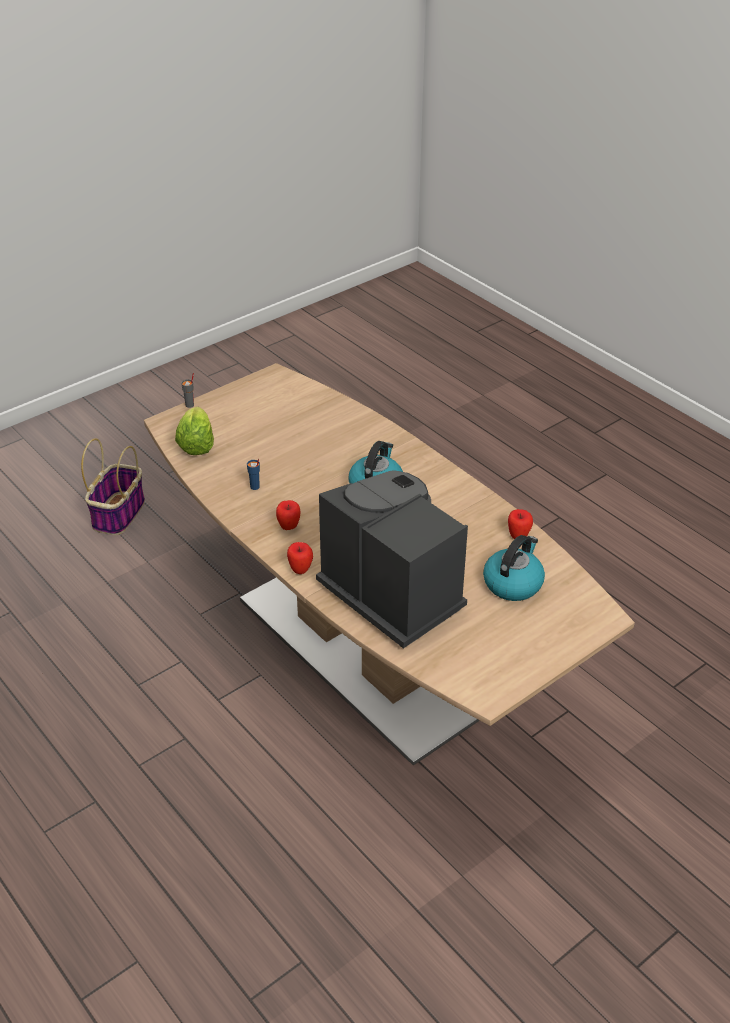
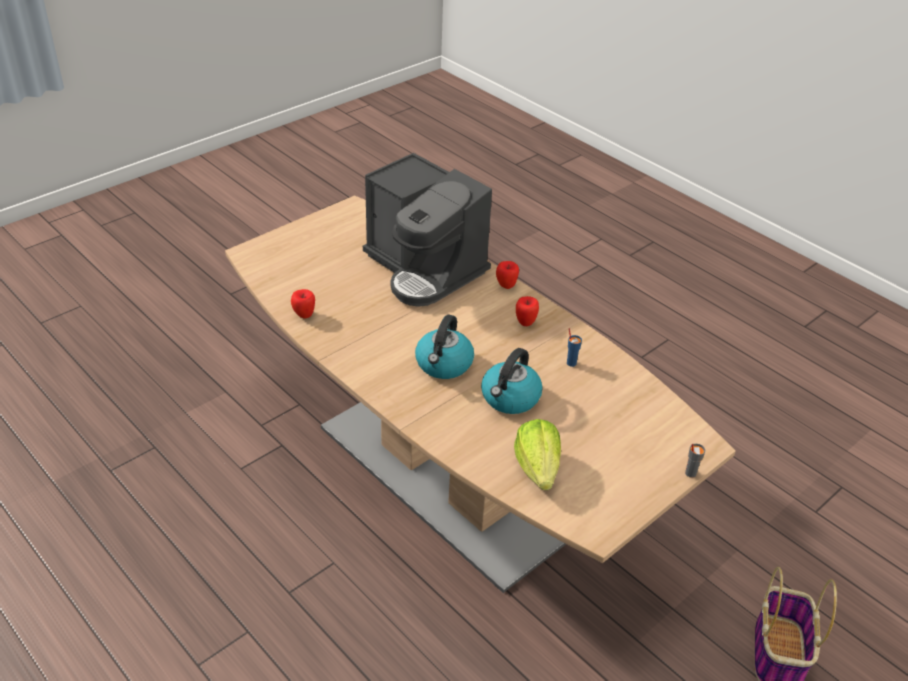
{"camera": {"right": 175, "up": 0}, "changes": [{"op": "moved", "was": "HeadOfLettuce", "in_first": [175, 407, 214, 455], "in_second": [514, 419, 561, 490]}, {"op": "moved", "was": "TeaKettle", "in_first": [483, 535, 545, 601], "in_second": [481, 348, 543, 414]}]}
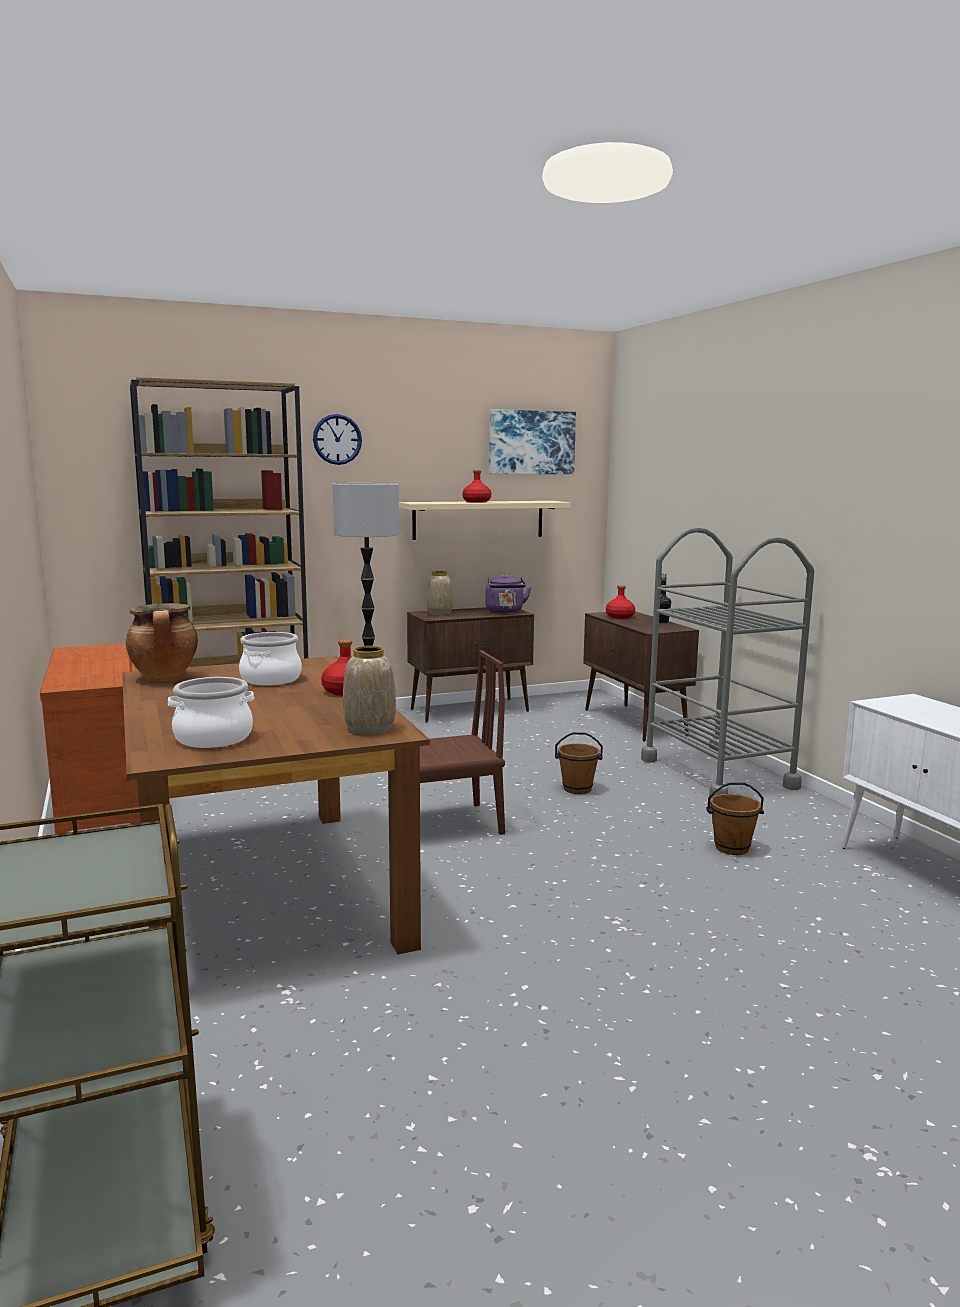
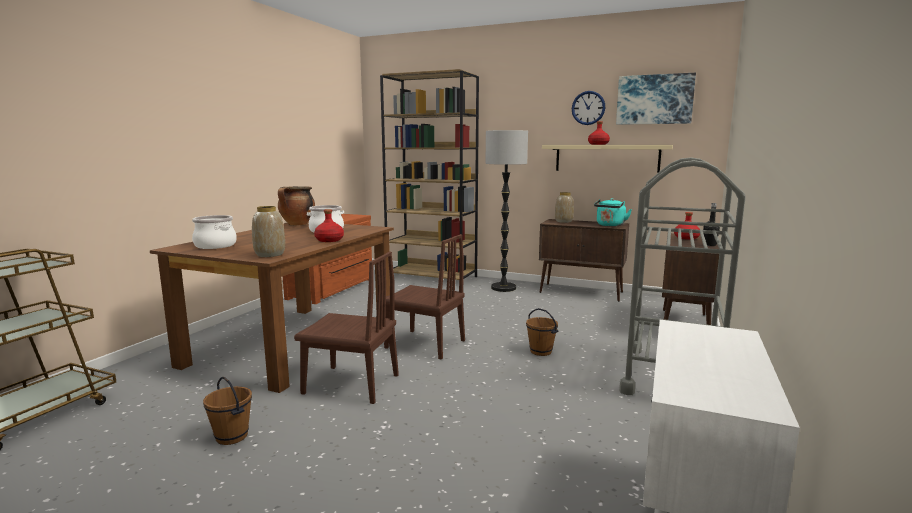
{"camera": {"right": 45, "up": 0}, "changes": [{"op": "moved", "was": "HangingClock", "in_first": [313, 414, 362, 465], "in_second": [572, 91, 606, 125]}, {"op": "recoloured", "was": "PurpleColouredTeaKettle", "now": "TurquoiseColouredTeaKettle", "in_first": [485, 575, 531, 613], "in_second": [594, 198, 632, 226]}, {"op": "moved", "was": "BrownColouredBucket", "in_first": [706, 782, 764, 855], "in_second": [203, 377, 252, 445]}, {"op": "added", "now": "BrownColouredUprightChair", "in_second": [294, 251, 399, 404]}]}
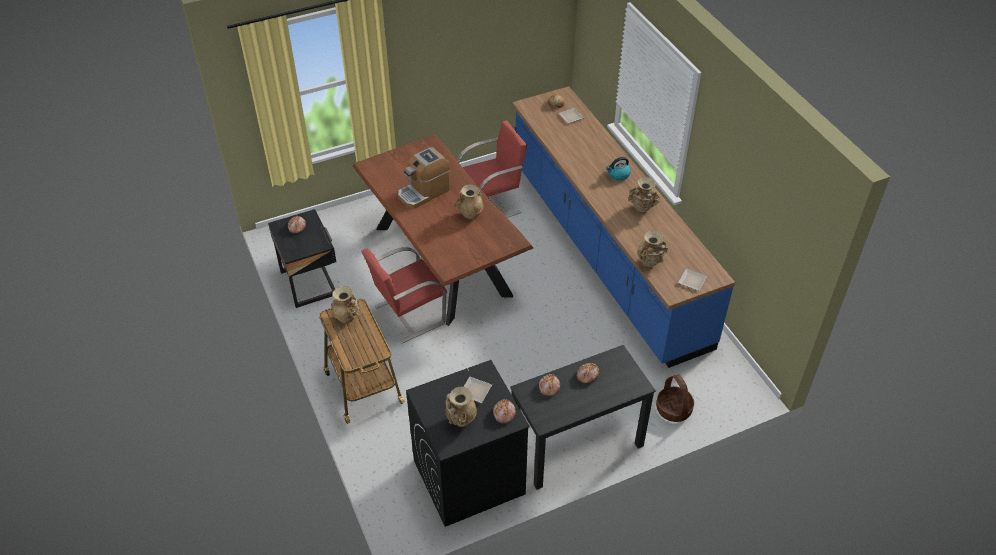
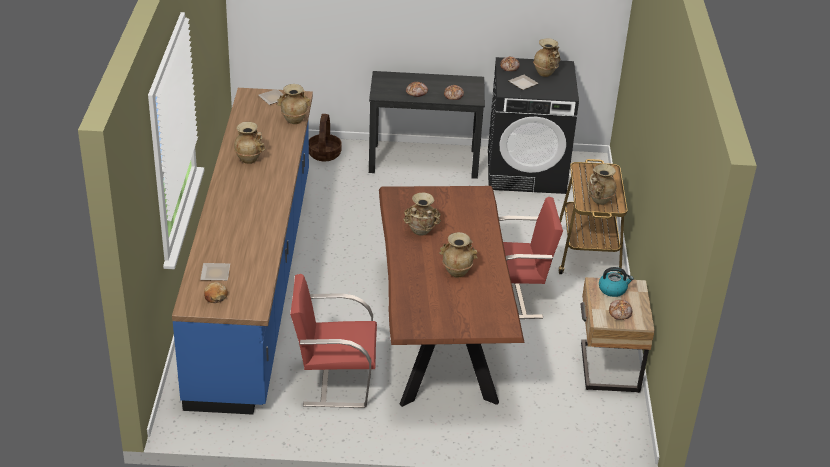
{"camera": {"right": -155, "up": -10}, "changes": [{"op": "replaced", "was": "CoffeeMaker", "now": "BeigeFlowerVase", "in_first": [398, 147, 450, 209], "in_second": [439, 232, 477, 278]}, {"op": "moved", "was": "TeaKettle", "in_first": [606, 157, 631, 181], "in_second": [599, 267, 634, 297]}, {"op": "recoloured", "was": "BlackColouredNightstand", "now": "BeigeNightstand", "in_first": [268, 209, 336, 308], "in_second": [581, 277, 655, 393]}]}
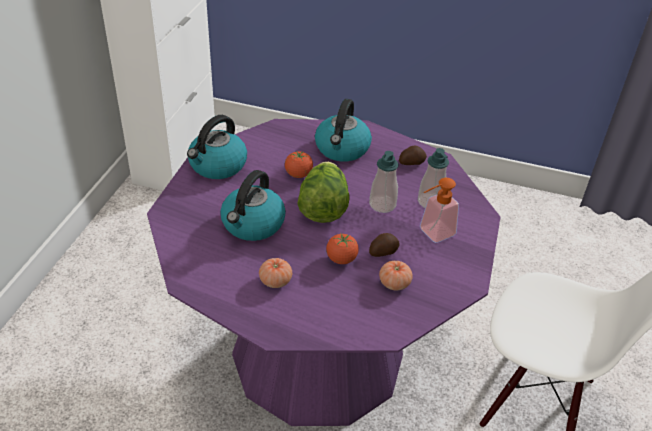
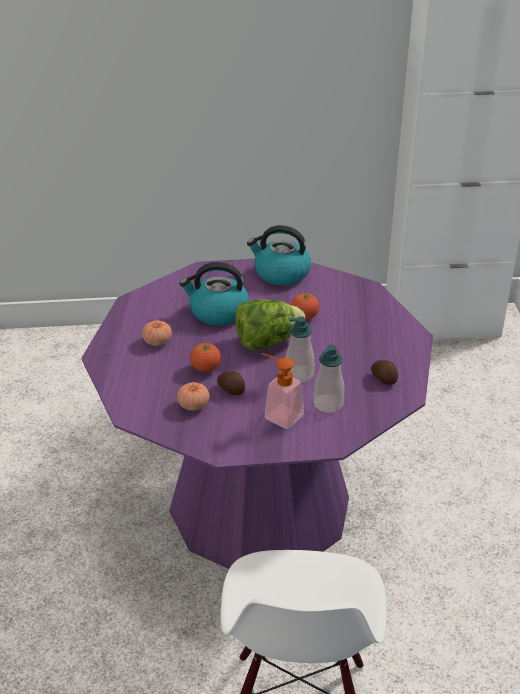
{"camera": {"right": 70, "up": -5}, "changes": [{"op": "removed", "was": "TeaKettle", "in_first": [315, 99, 372, 162]}]}
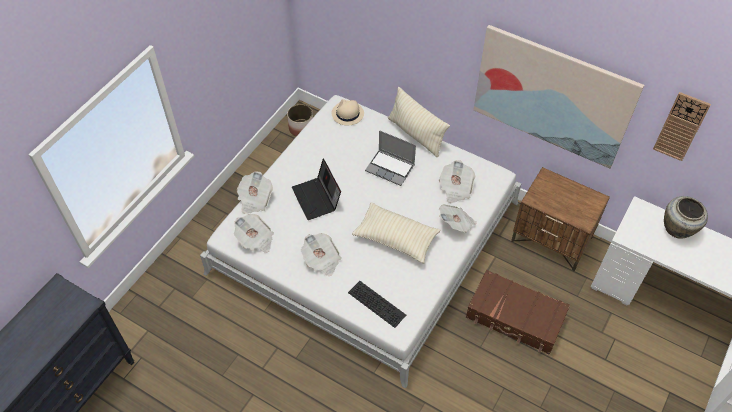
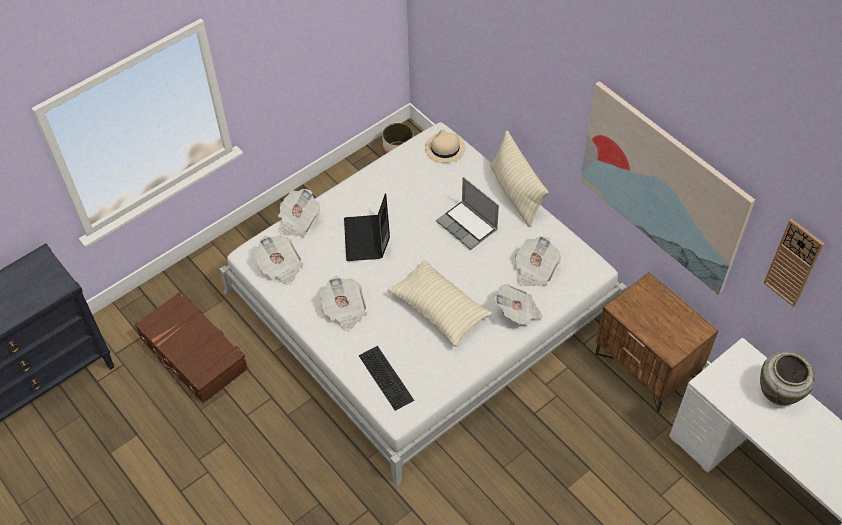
{"camera": {"right": 20, "up": 0}, "changes": [{"op": "moved", "was": "BrownColouredSuitcase", "in_first": [466, 270, 570, 355], "in_second": [135, 291, 248, 403]}]}
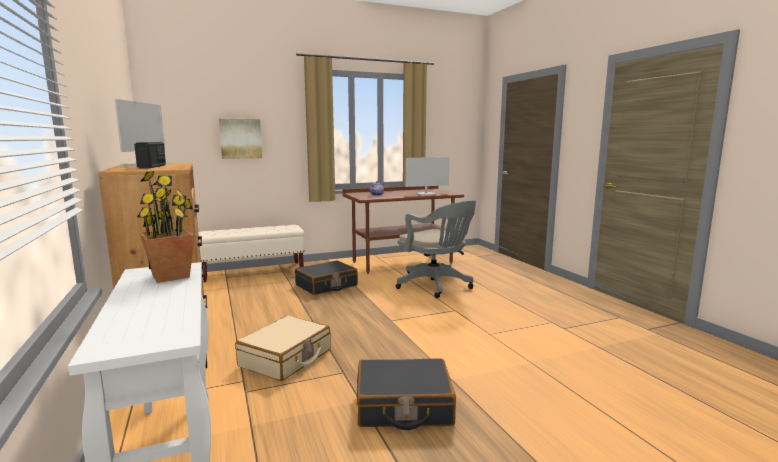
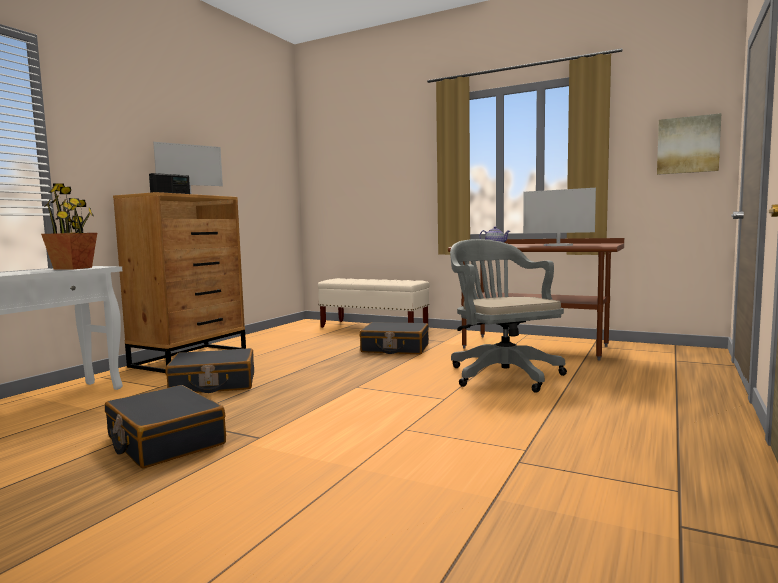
{"camera": {"right": 50, "up": -5}, "changes": [{"op": "moved", "was": "Picture", "in_first": [219, 119, 262, 159], "in_second": [657, 113, 721, 175]}, {"op": "turned", "was": "GreyOfficeChair", "in_first": [396, 200, 476, 298], "in_second": [450, 239, 567, 393], "clockwise": 150}, {"op": "recoloured", "was": "BeigeSuitcase", "now": "BlackColouredSuitcase", "in_first": [235, 316, 331, 381], "in_second": [166, 348, 254, 393]}]}
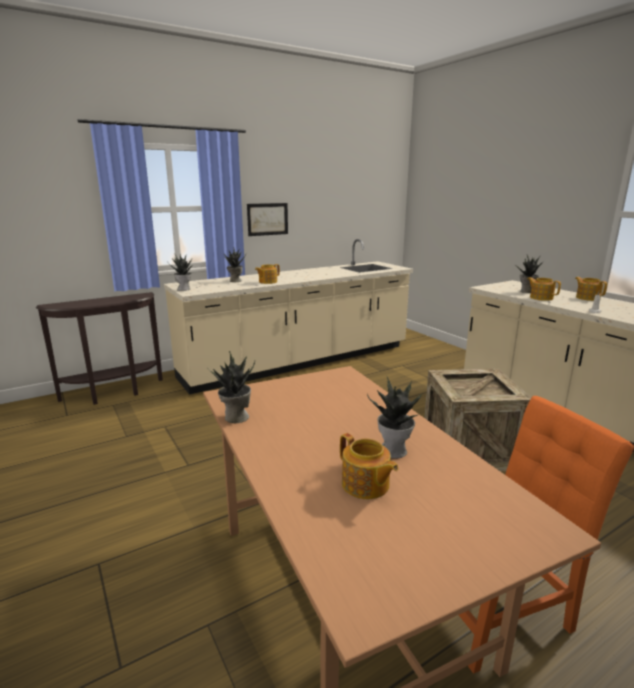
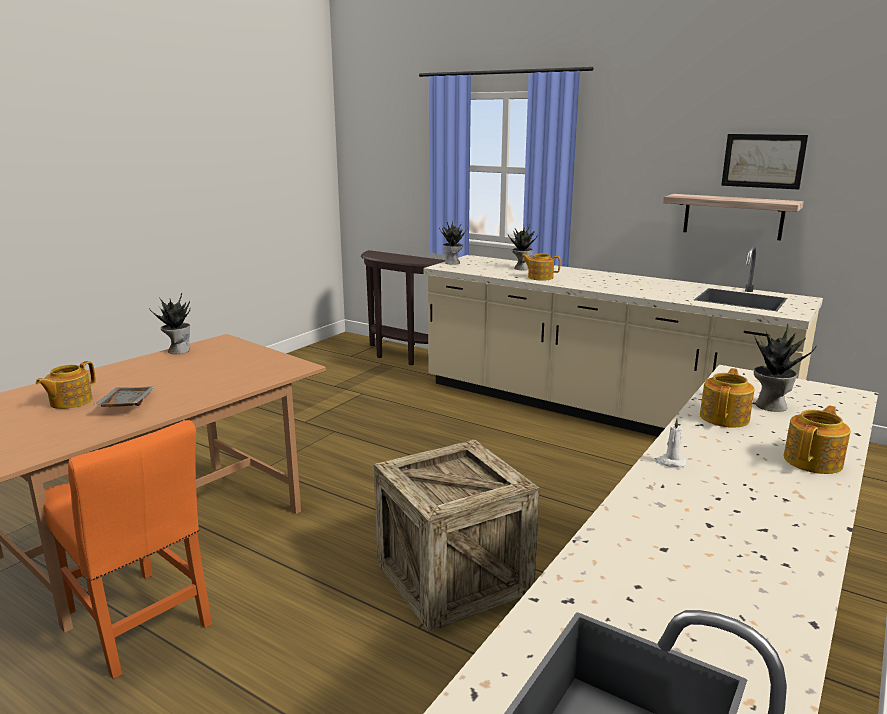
{"camera": {"right": 65, "up": 0}, "changes": [{"op": "moved", "was": "Picture", "in_first": [247, 203, 288, 236], "in_second": [721, 134, 808, 190]}, {"op": "replaced", "was": "PottedPlant", "now": "GreyTray", "in_first": [367, 375, 422, 459], "in_second": [94, 386, 155, 407]}, {"op": "added", "now": "BracketShelf", "in_second": [663, 194, 804, 241]}]}
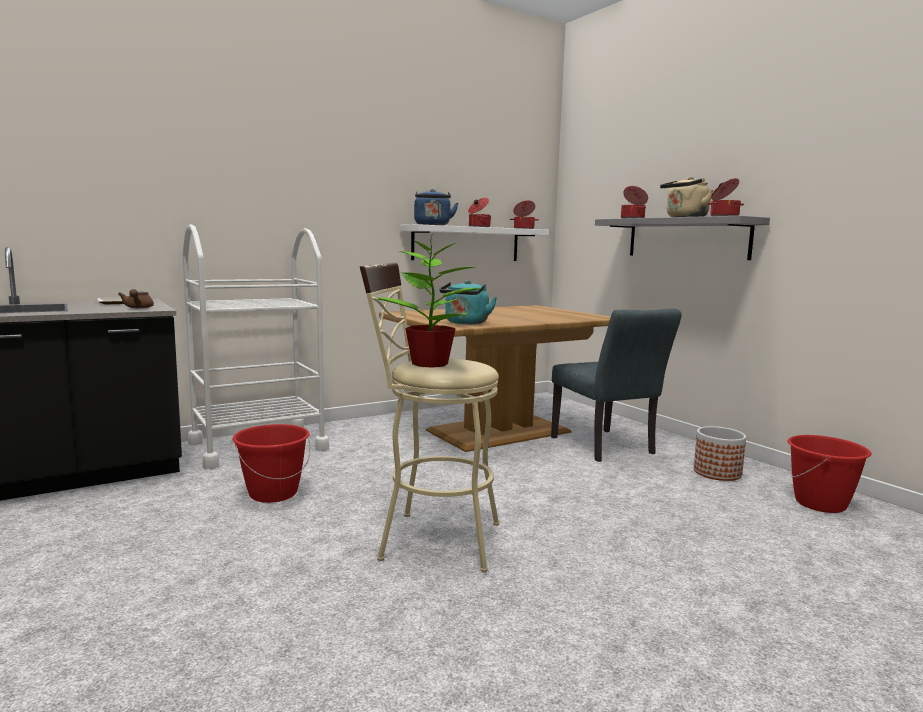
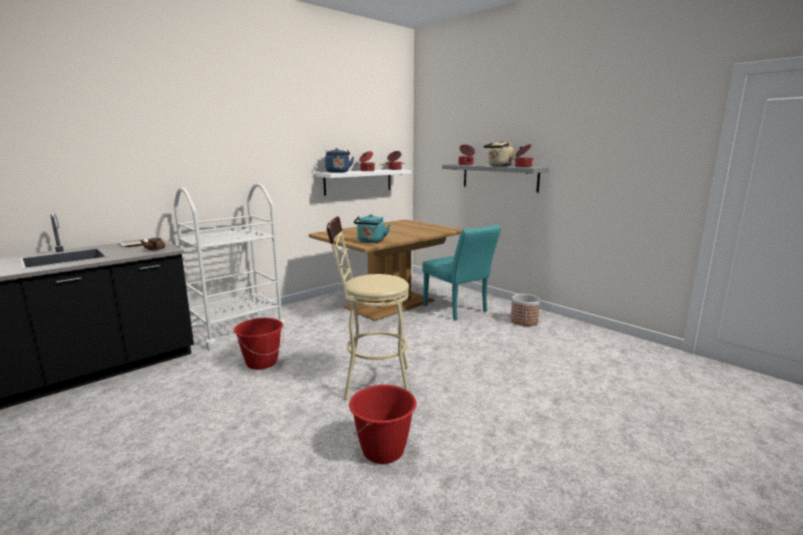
{"camera": {"right": -10, "up": 5}, "changes": [{"op": "removed", "was": "PottedPlant", "in_first": [377, 234, 483, 368]}, {"op": "recoloured", "was": "GreyUprightChair", "now": "TurquoiseColouredUprightChair", "in_first": [551, 308, 682, 462], "in_second": [422, 225, 501, 320]}, {"op": "moved", "was": "ReddishBucket", "in_first": [787, 435, 871, 513], "in_second": [349, 385, 416, 464]}]}
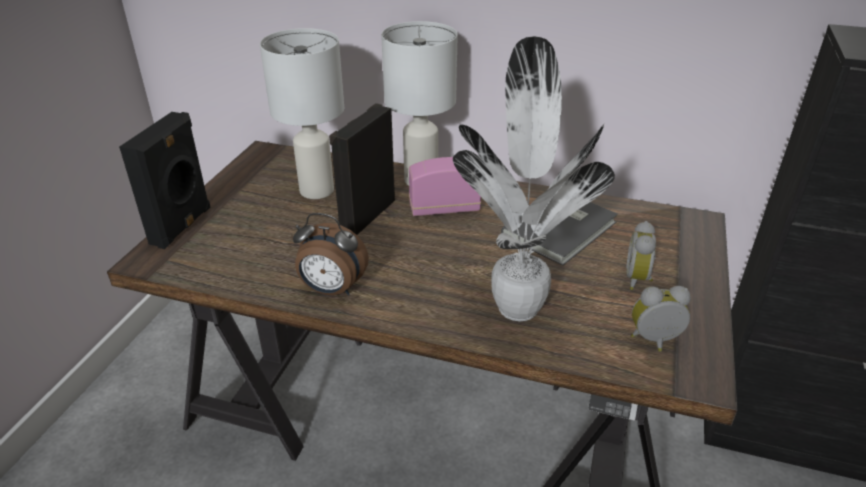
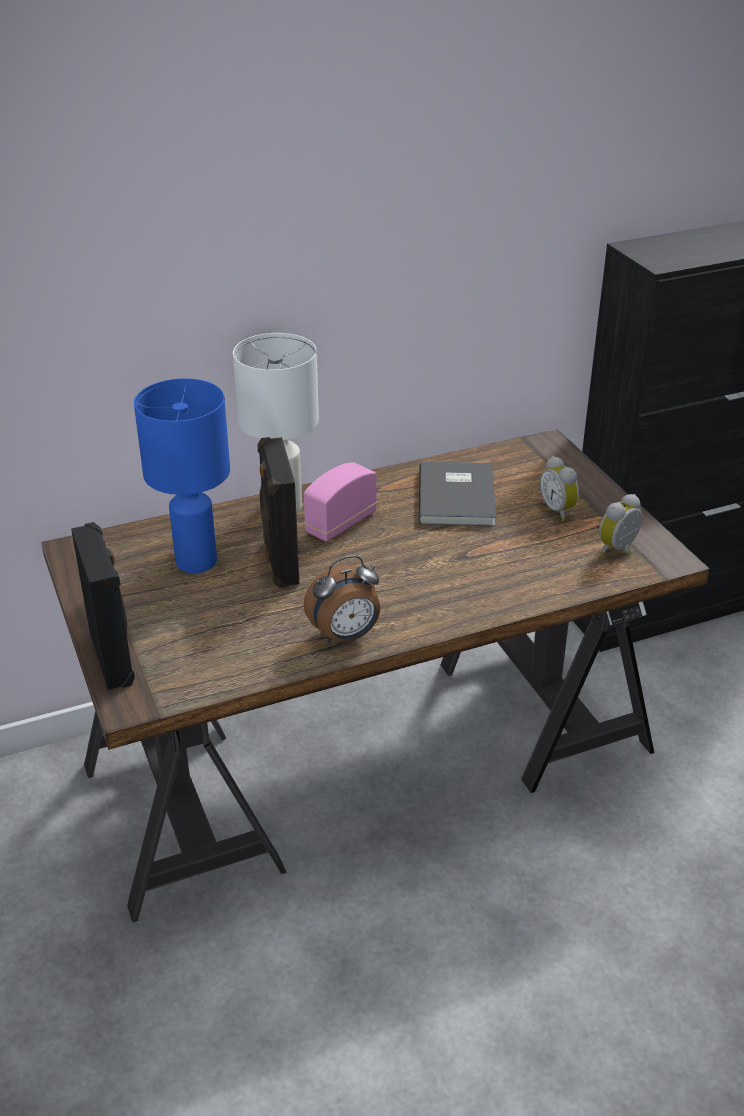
{"camera": {"right": -40, "up": 0}, "changes": [{"op": "recoloured", "was": "WhitishTableLamp", "now": "BluishTableLamp", "in_first": [260, 28, 344, 199], "in_second": [134, 378, 230, 573]}, {"op": "removed", "was": "PottedPlant", "in_first": [453, 36, 615, 322]}]}
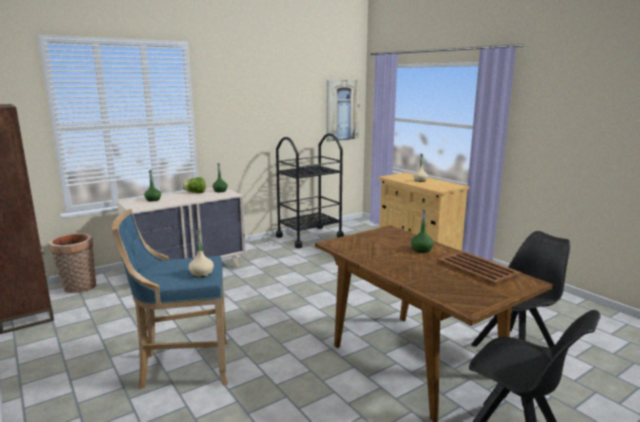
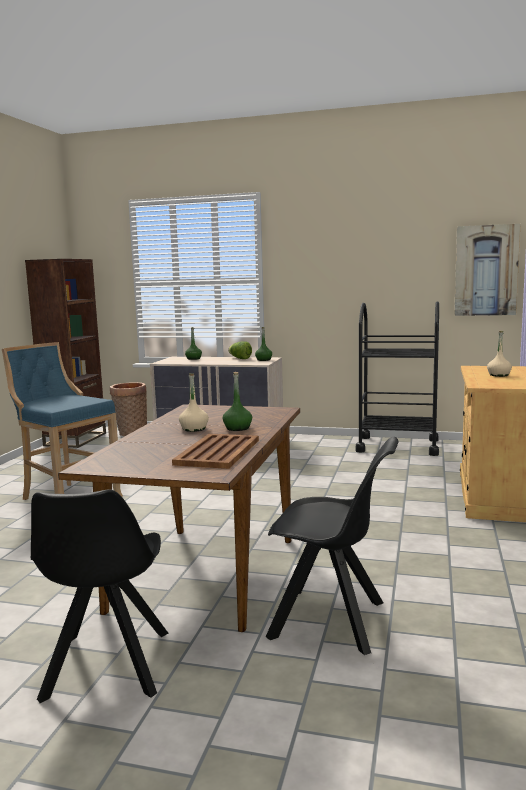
{"camera": {"right": 50, "up": -5}, "changes": [{"op": "moved", "was": "BeigeDrinkBottle", "in_first": [189, 230, 214, 278], "in_second": [179, 373, 209, 432]}]}
